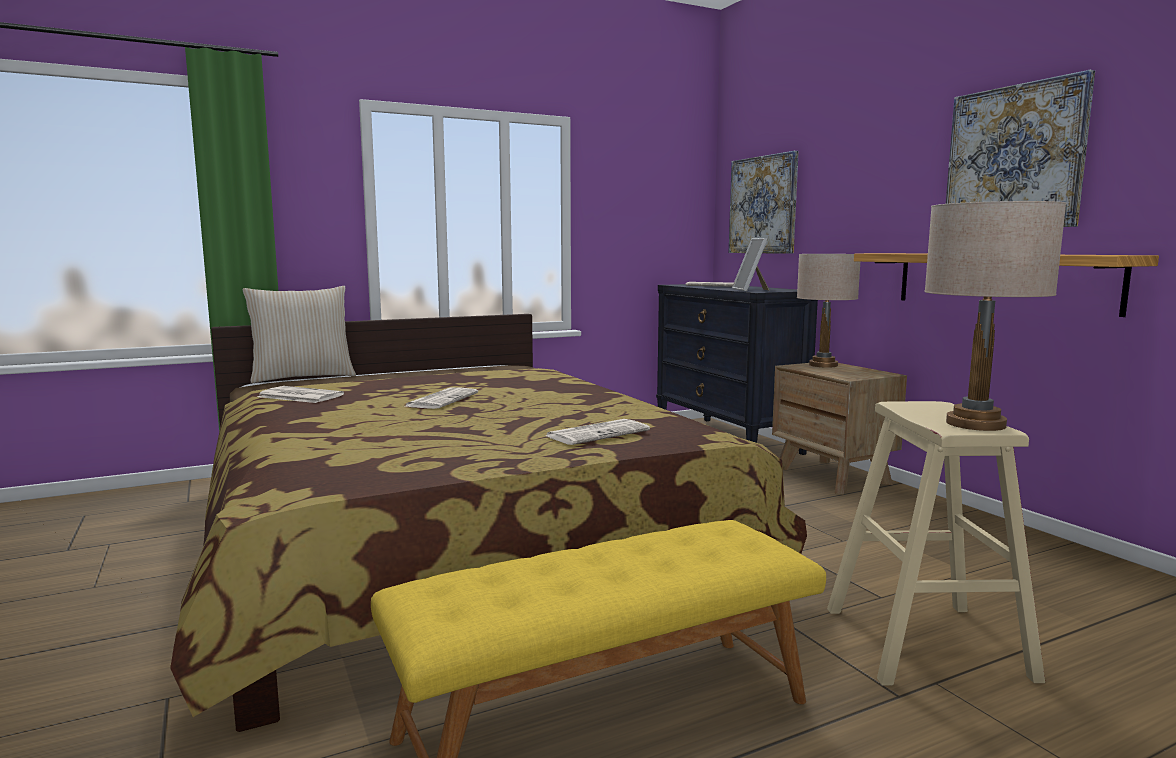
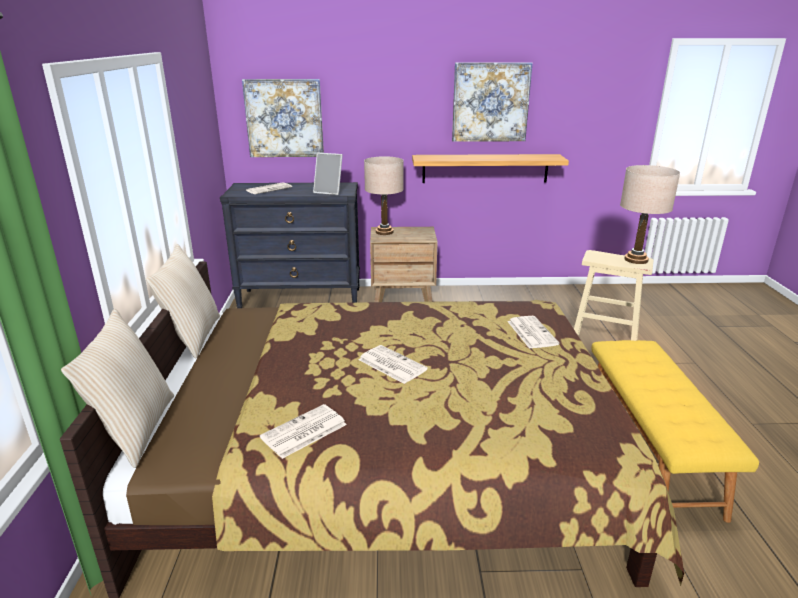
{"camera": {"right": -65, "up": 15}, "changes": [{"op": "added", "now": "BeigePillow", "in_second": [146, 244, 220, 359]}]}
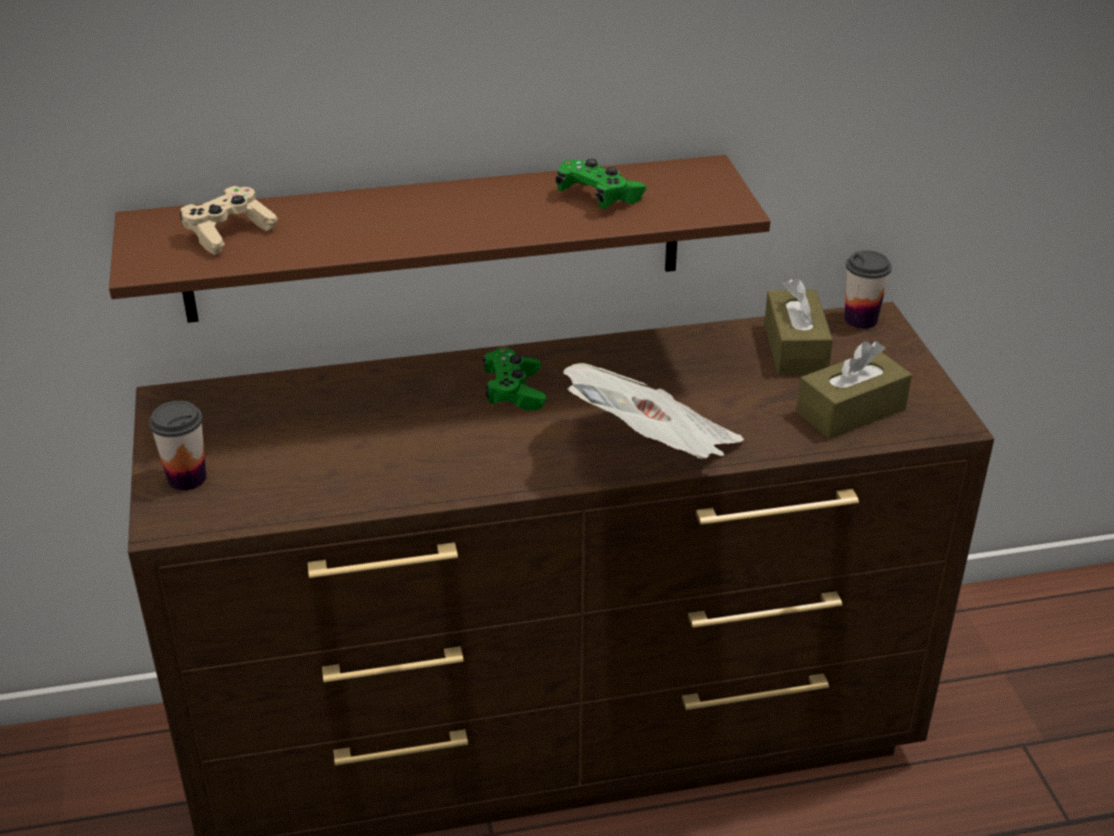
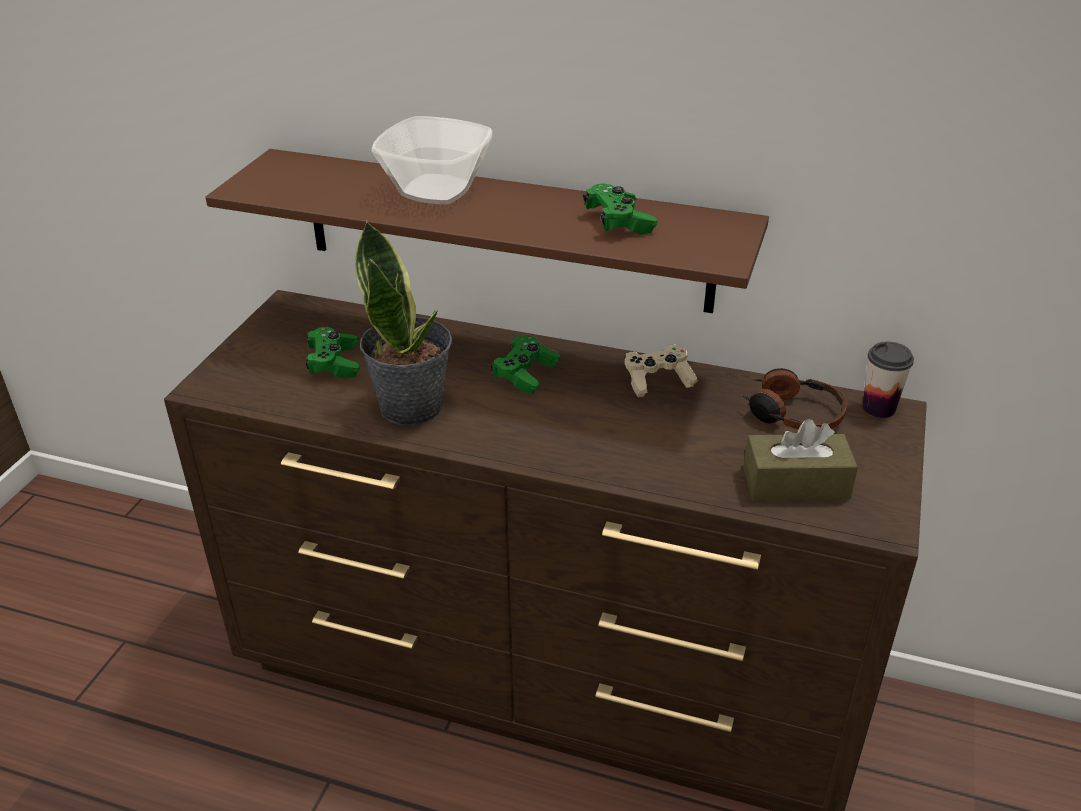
{"camera": {"right": 30, "up": 0}, "changes": [{"op": "moved", "was": "BeigeGamepad", "in_first": [180, 186, 278, 255], "in_second": [624, 344, 698, 397]}, {"op": "replaced", "was": "BrownColouredTissueHolder", "now": "PairOfHeadphones", "in_first": [764, 278, 833, 375], "in_second": [743, 368, 847, 429]}, {"op": "removed", "was": "PrintedPaper", "in_first": [563, 363, 744, 459]}, {"op": "removed", "was": "DrinkingCup", "in_first": [149, 401, 206, 490]}, {"op": "added", "now": "ServingBowl", "in_second": [372, 116, 493, 204]}, {"op": "added", "now": "PottedPlant", "in_second": [355, 221, 452, 425]}, {"op": "added", "now": "GreenColouredGamepad", "in_second": [306, 327, 360, 379]}]}
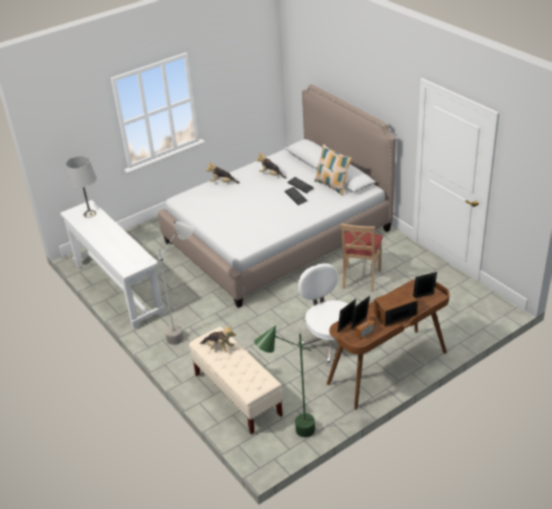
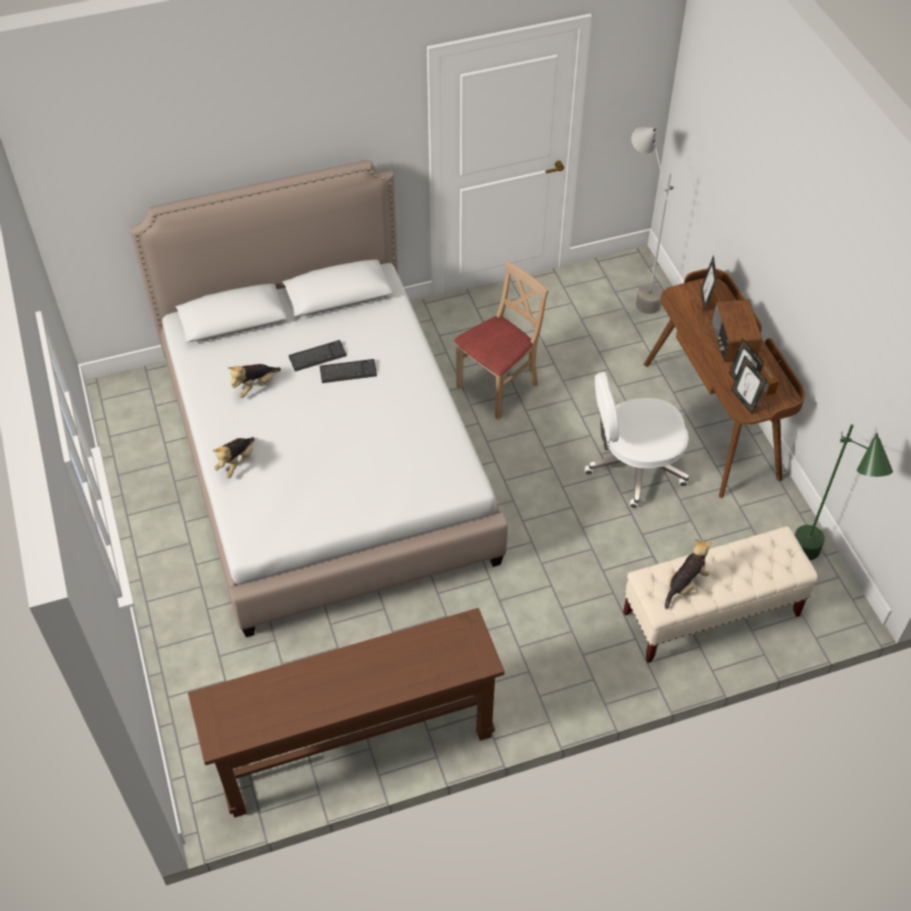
{"camera": {"right": -75, "up": 15}, "changes": [{"op": "removed", "was": "Pillow", "in_first": [314, 144, 352, 195]}, {"op": "removed", "was": "GreyTableLamp", "in_first": [66, 156, 97, 218]}, {"op": "recoloured", "was": "WhitishConsoleTable", "now": "BrownColouredConsoleTable", "in_first": [60, 200, 165, 329], "in_second": [188, 608, 504, 818]}, {"op": "moved", "was": "GreyStandardLamp", "in_first": [153, 221, 193, 345], "in_second": [632, 127, 675, 314]}, {"op": "turned", "was": "BeigeUprightChair", "in_first": [341, 224, 383, 292], "in_second": [454, 261, 548, 420], "clockwise": -75}]}
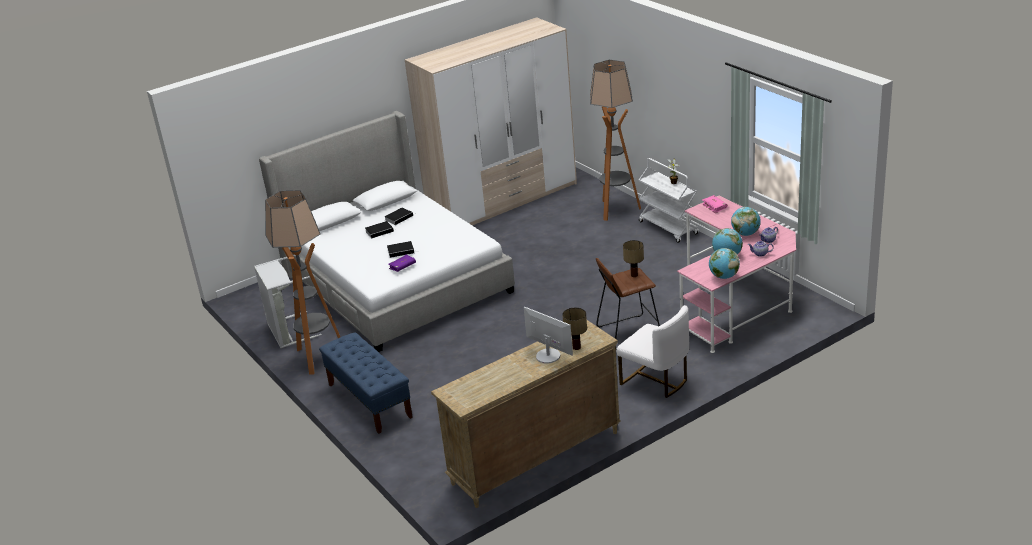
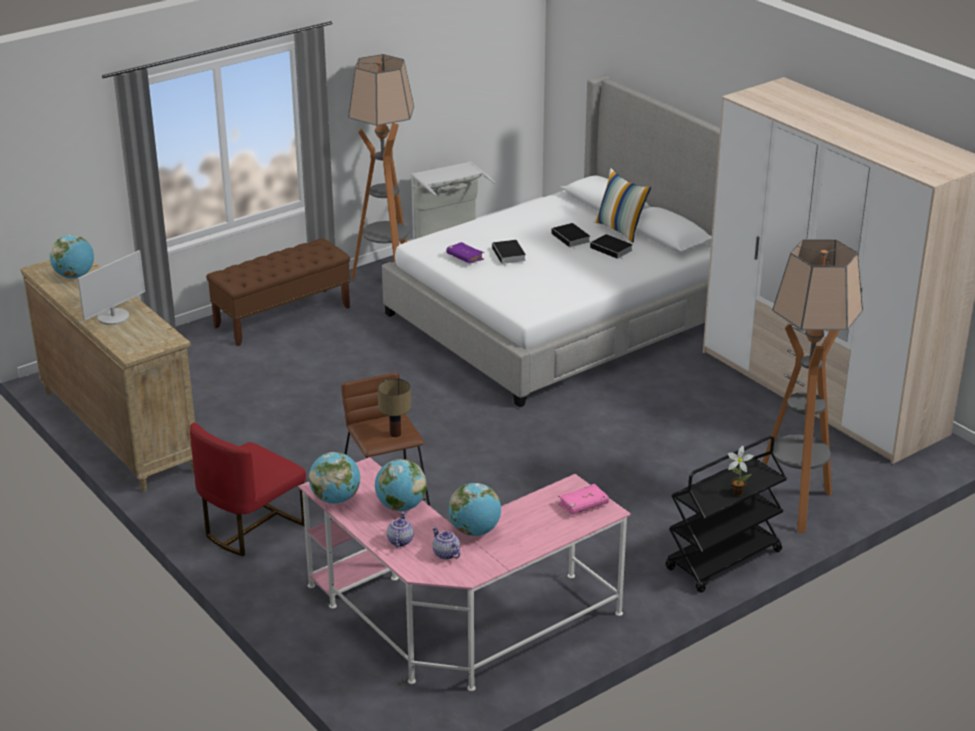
{"camera": {"right": 85, "up": 0}, "changes": [{"op": "recoloured", "was": "WhitishCart", "now": "BlackColouredCart", "in_first": [639, 158, 699, 243], "in_second": [666, 436, 787, 593]}, {"op": "recoloured", "was": "WhitishUprightChair", "now": "ReddishUprightChair", "in_first": [616, 305, 689, 398], "in_second": [190, 423, 306, 556]}, {"op": "removed", "was": "TableLamp", "in_first": [562, 307, 587, 350]}, {"op": "recoloured", "was": "BluishLongSeat", "now": "BrownColouredLongSeat", "in_first": [319, 332, 413, 434], "in_second": [206, 238, 350, 346]}, {"op": "added", "now": "Pillow", "in_second": [594, 168, 651, 243]}, {"op": "added", "now": "WorldGlobe", "in_second": [49, 235, 94, 279]}]}
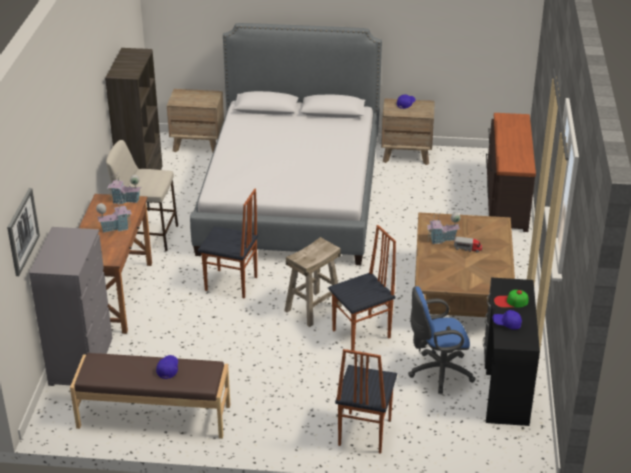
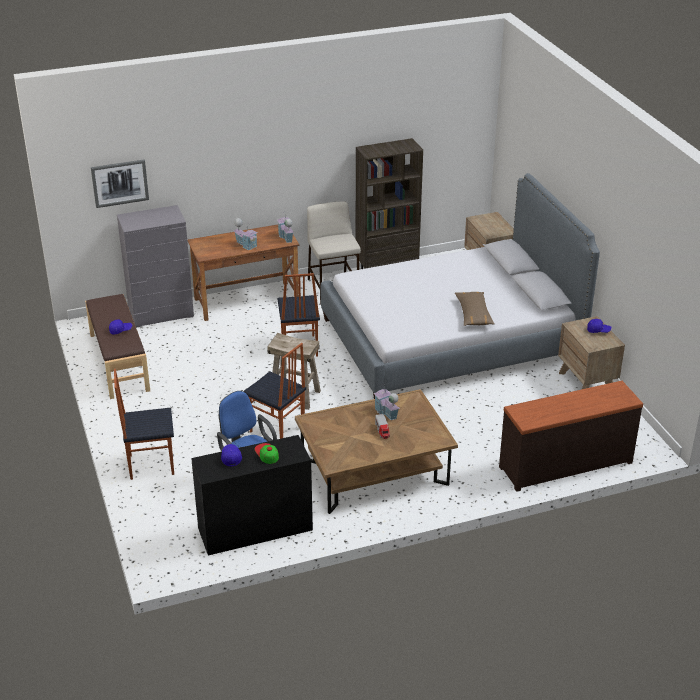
{"camera": {"right": 65, "up": 0}, "changes": [{"op": "added", "now": "BrownColouredPillow", "in_second": [455, 292, 495, 326]}]}
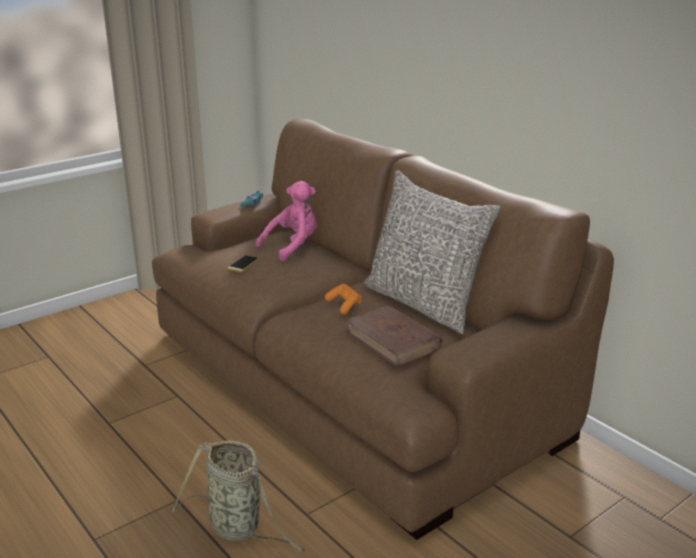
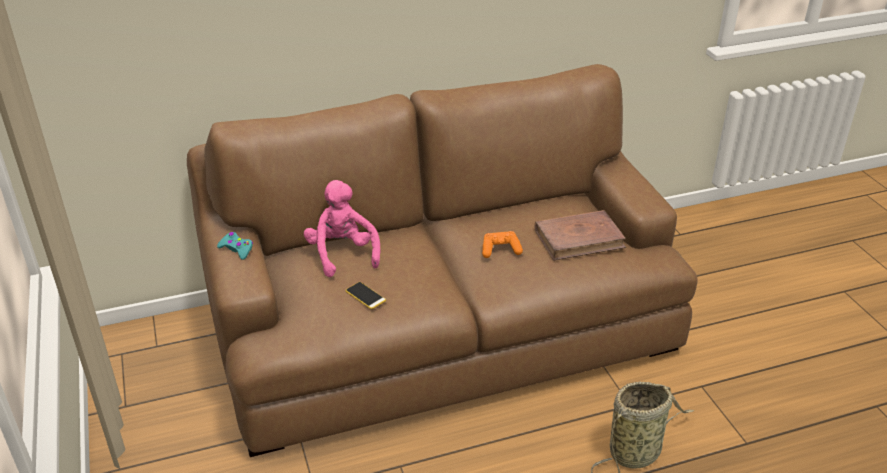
{"camera": {"right": -70, "up": 10}, "changes": [{"op": "removed", "was": "GreyPillow", "in_first": [364, 170, 501, 334]}]}
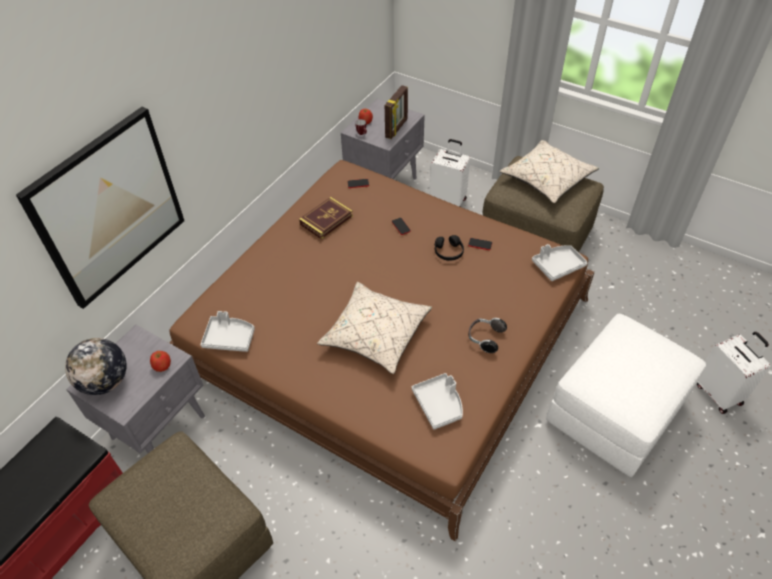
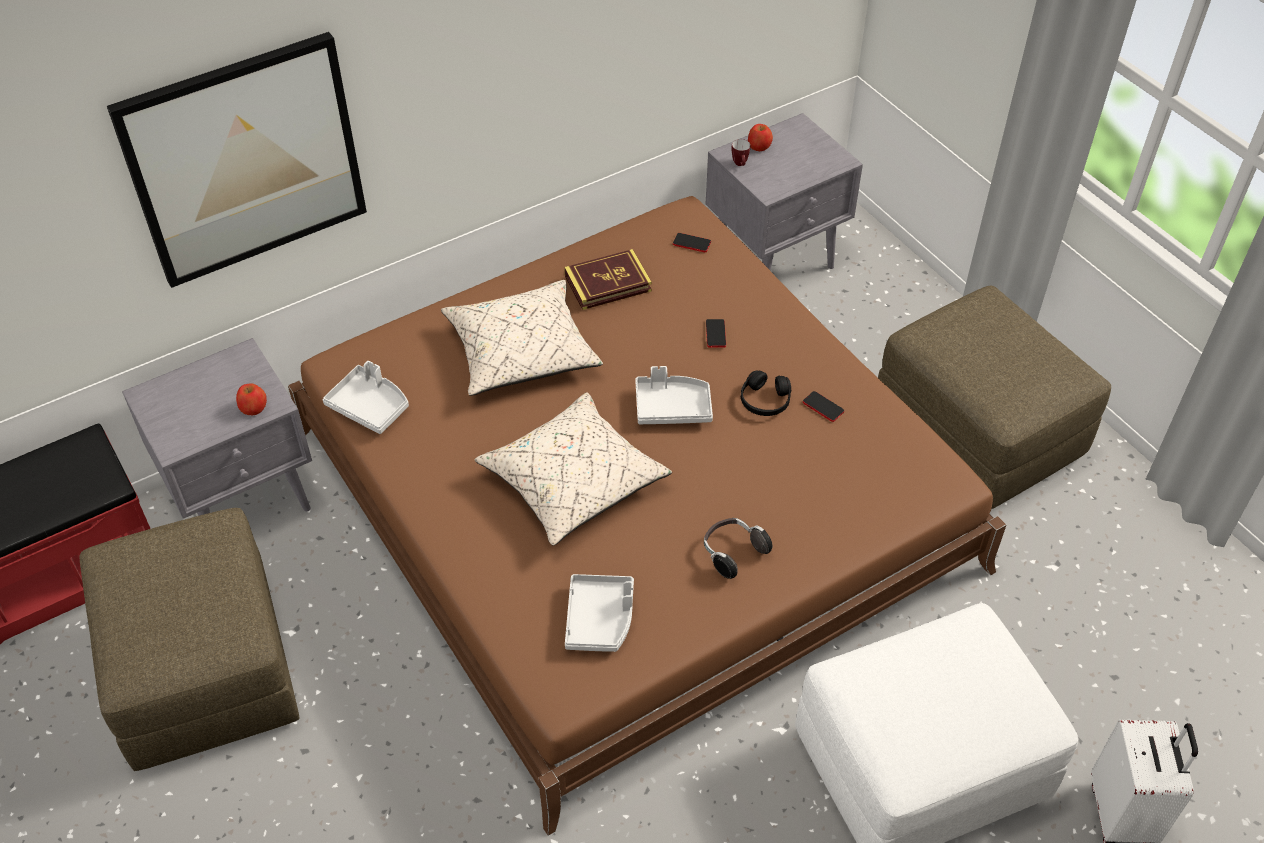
{"camera": {"right": 25, "up": 0}, "changes": [{"op": "removed", "was": "StandingFrame", "in_first": [385, 85, 408, 139]}, {"op": "removed", "was": "WhitishSuitcase", "in_first": [429, 139, 470, 207]}, {"op": "moved", "was": "BeigePillow", "in_first": [500, 140, 599, 203], "in_second": [441, 280, 603, 396]}, {"op": "moved", "was": "GreyTray", "in_first": [532, 244, 587, 281], "in_second": [635, 366, 713, 424]}, {"op": "removed", "was": "WorldGlobe", "in_first": [65, 338, 127, 395]}]}
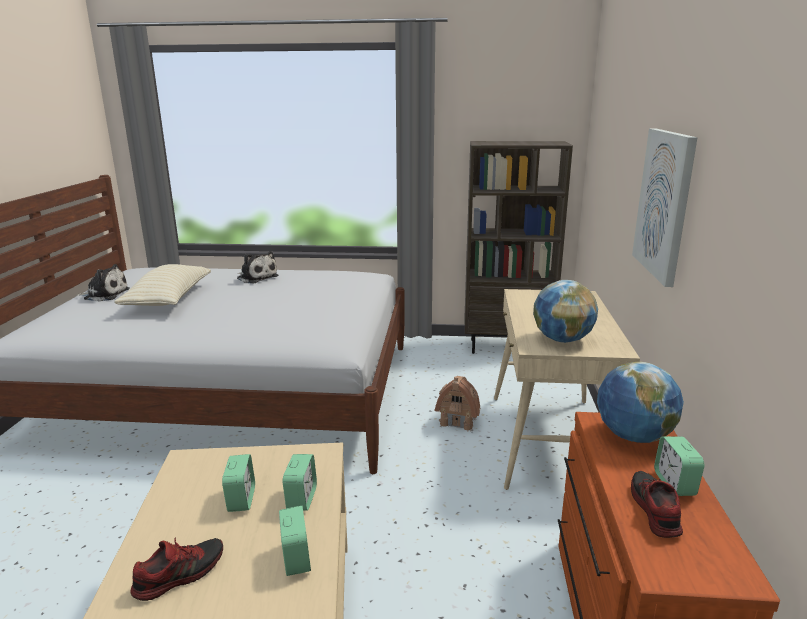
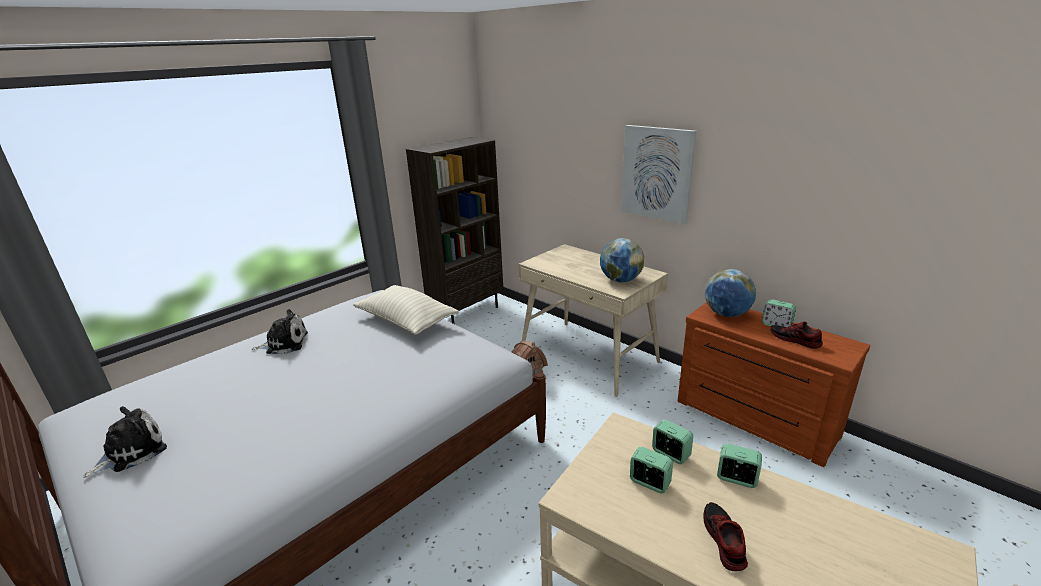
{"camera": {"right": -50, "up": 5}, "changes": [{"op": "moved", "was": "BeigePillow", "in_first": [114, 264, 211, 306], "in_second": [353, 285, 459, 335]}]}
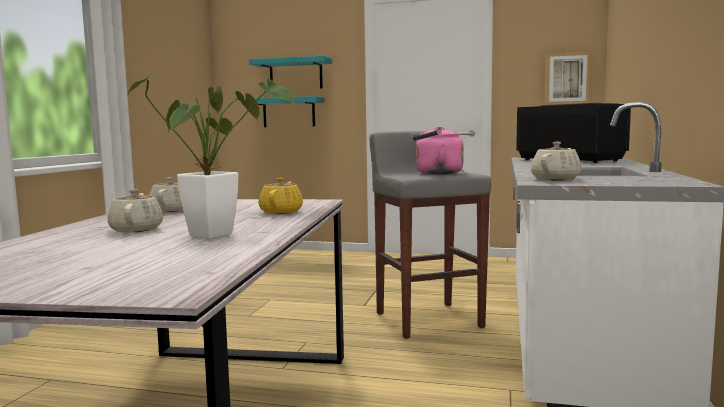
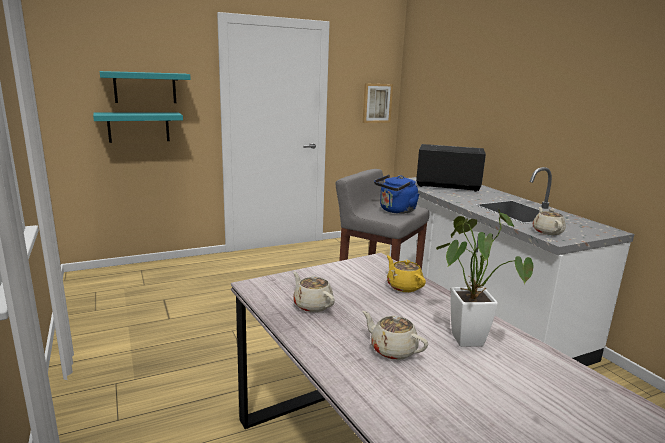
{"camera": {"right": -40, "up": 10}, "changes": [{"op": "recoloured", "was": "PinkColouredTeaKettle", "now": "BluishTeaKettle", "in_first": [412, 127, 464, 174], "in_second": [374, 175, 419, 214]}]}
